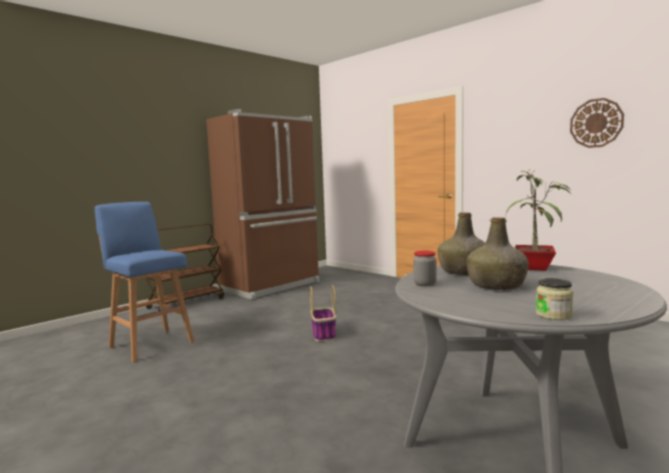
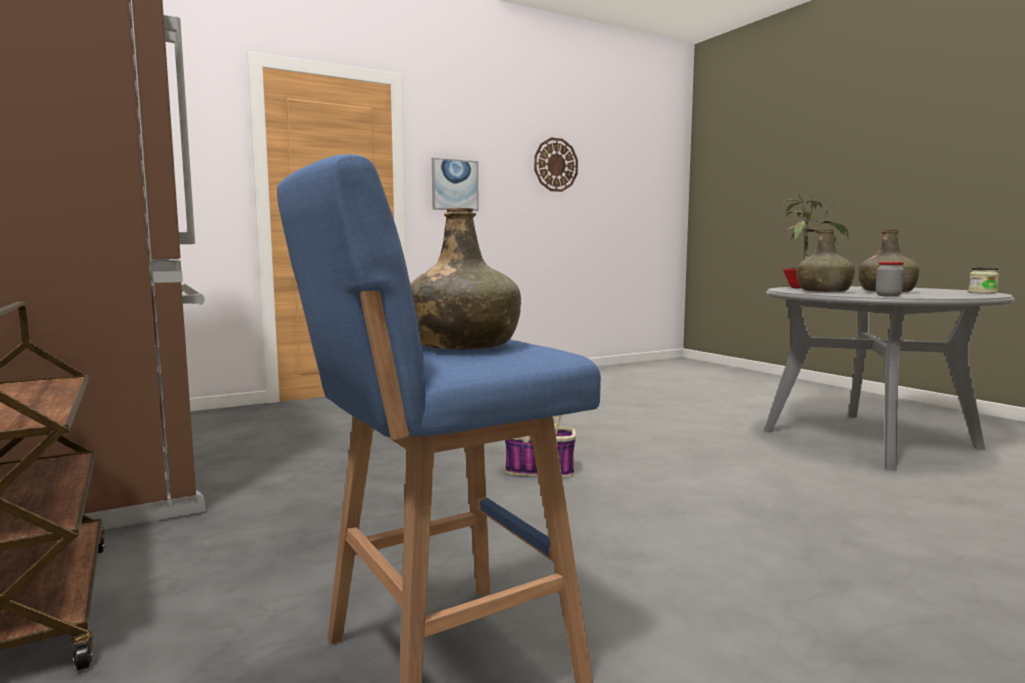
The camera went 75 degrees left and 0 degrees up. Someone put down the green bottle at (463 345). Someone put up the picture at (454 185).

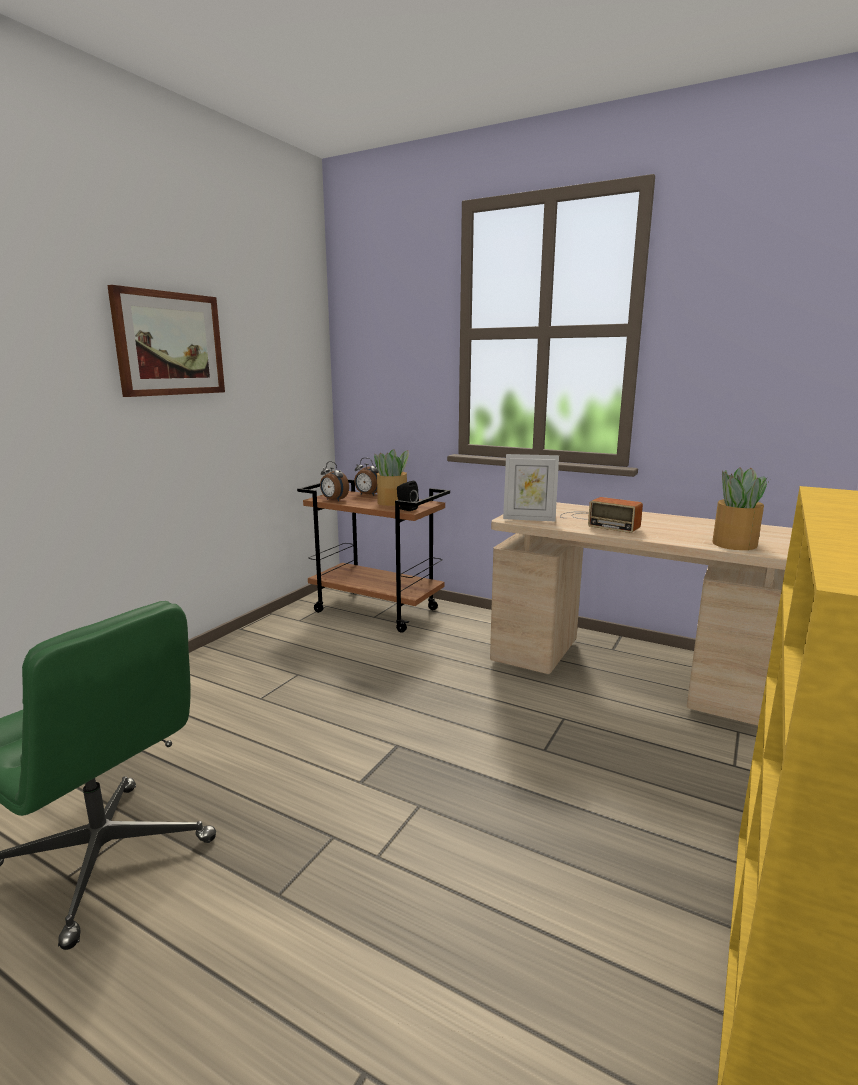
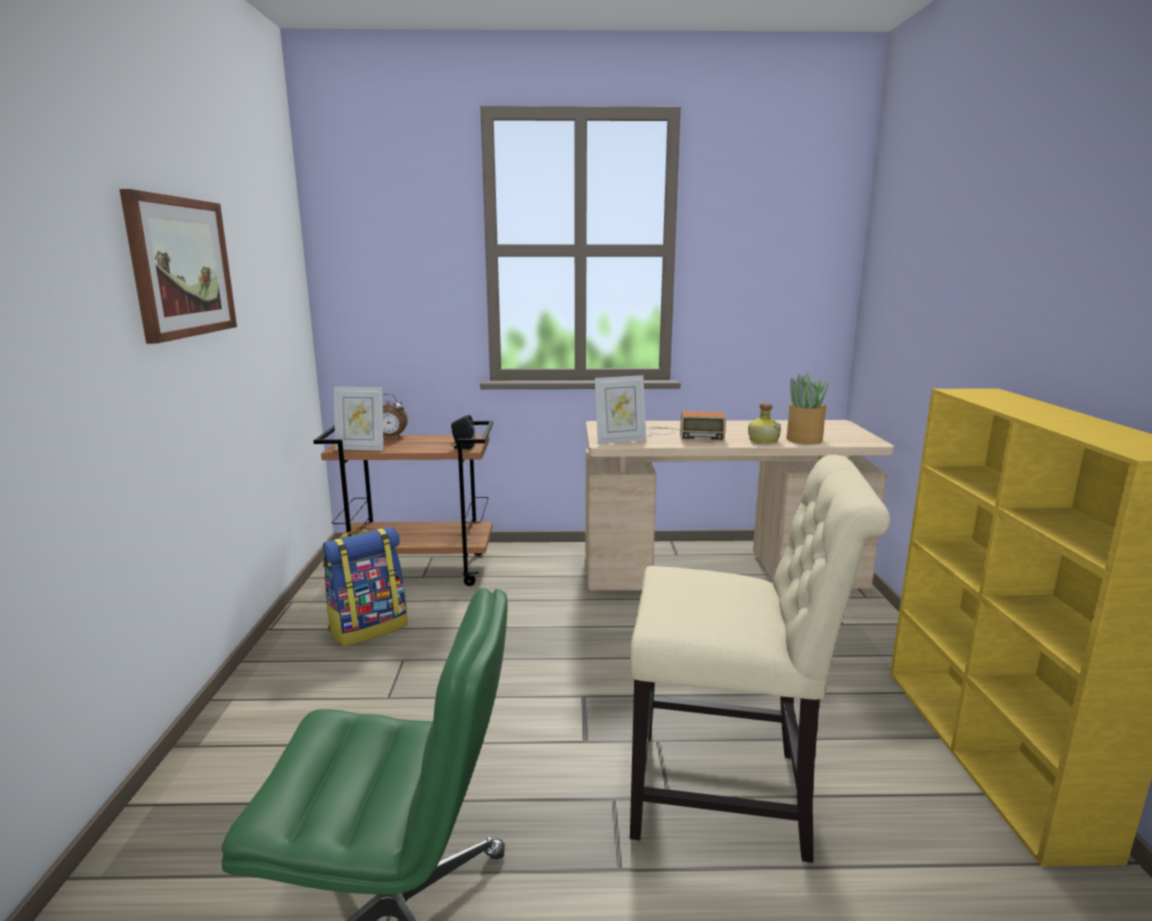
The camera went 30 degrees left and 0 degrees up. Someone put down the backpack at (368 627). Someone swapped the alarm clock at (333 500) for the picture frame at (361 448). Someone put down the beige chair at (730 795). Someone put down the bottle at (762 440). Someone took away the potted plant at (393 502).

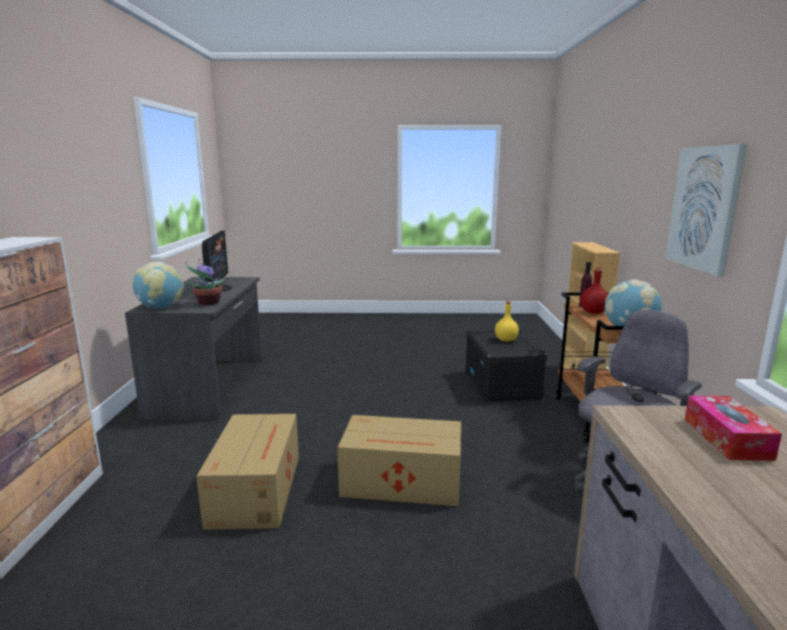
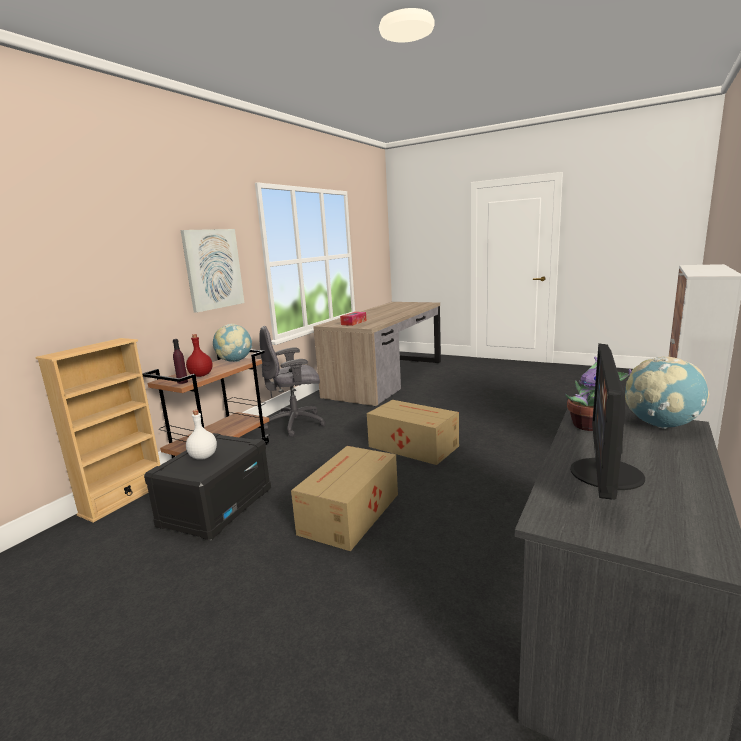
The camera went 150 degrees left and 0 degrees up. Someone repainted the yellow bottle at (506 340), which became the white bottle at (203 457). Someone carried the cardboard box from (257 488) to (348 514).

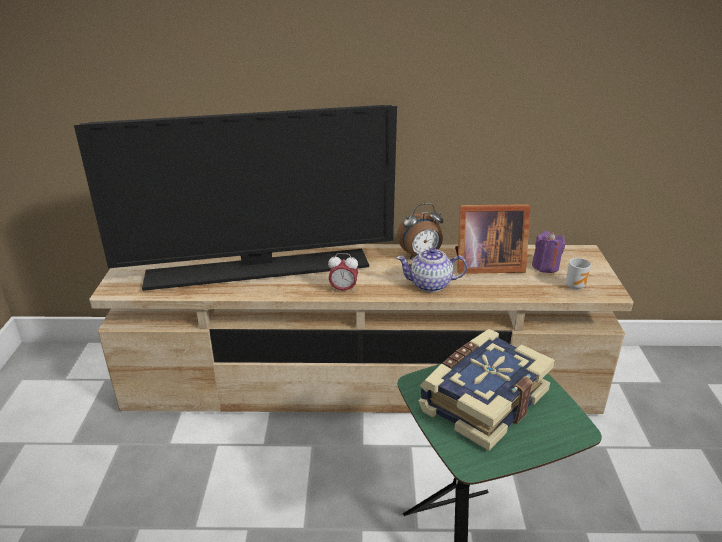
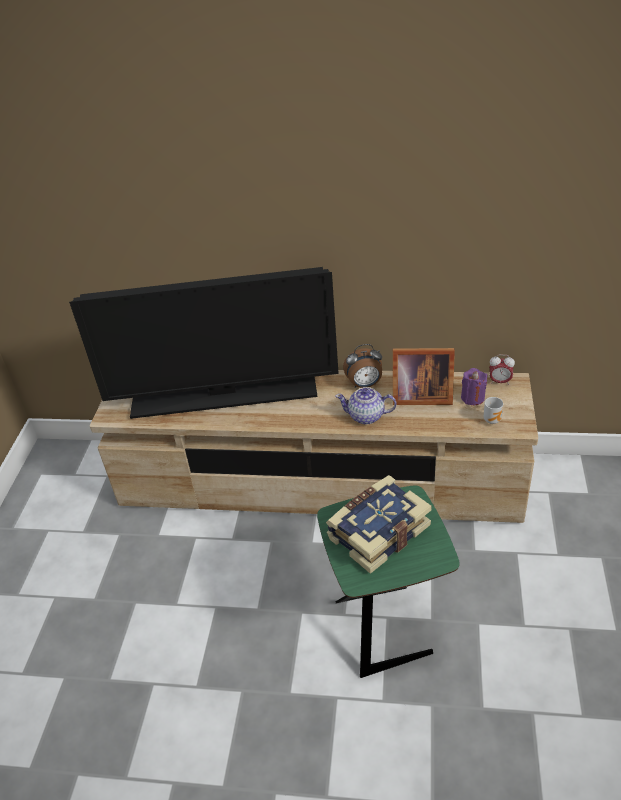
The camera went 10 degrees right and 10 degrees up. Someone carried the alarm clock from (343 290) to (499 382).

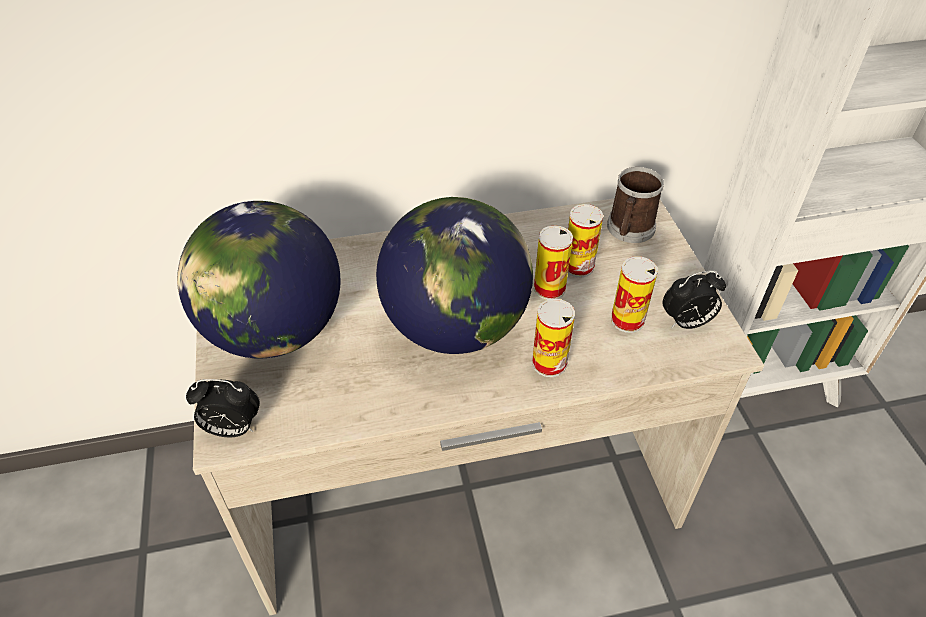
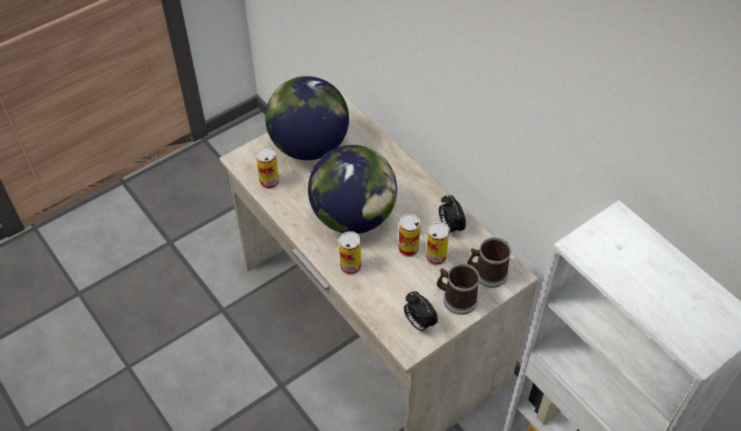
The camera went 65 degrees right and 5 degrees up. Someone carried the can from (627 320) to (269 181). Someone put down the mug at (456 298). Someone carried the alarm clock from (232 429) to (450 227).

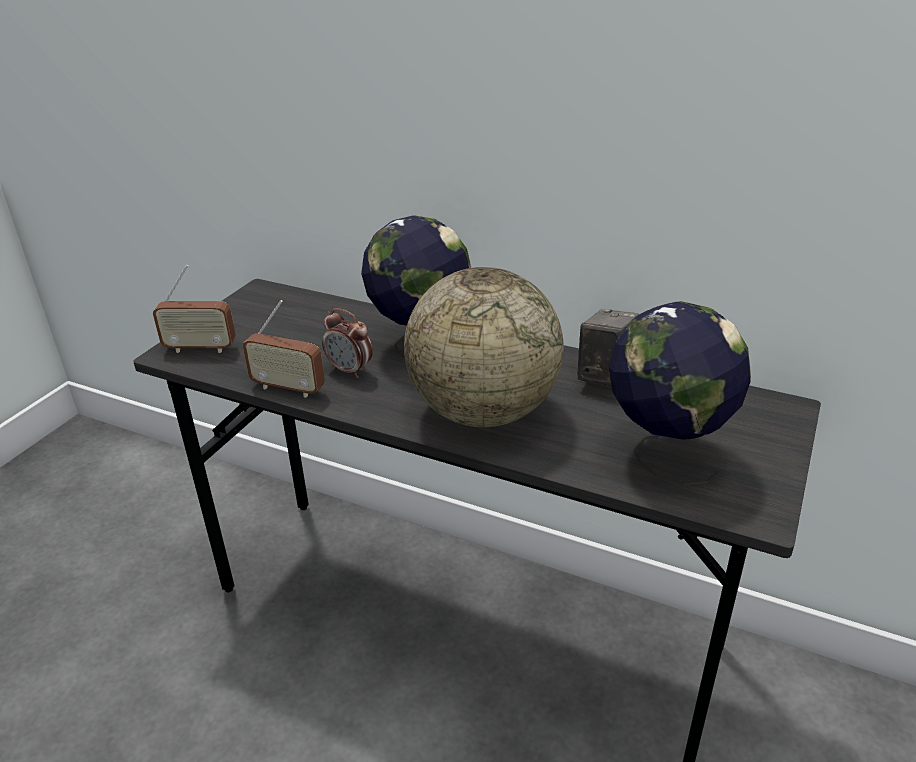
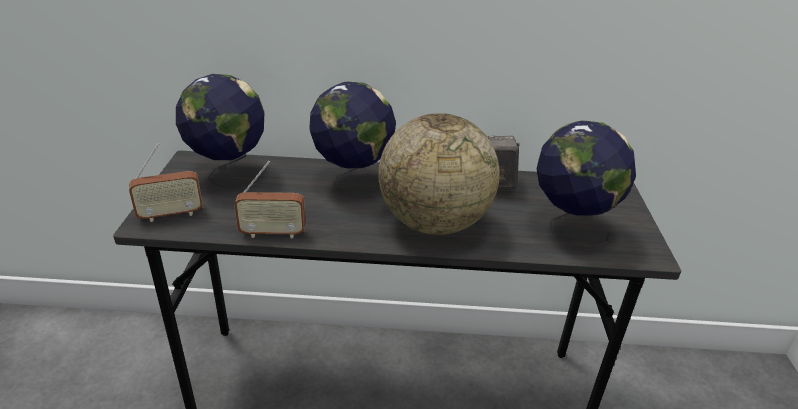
The camera went 25 degrees left and 0 degrees up. Someone put down the globe at (228 174). Someone took away the alarm clock at (350 370).

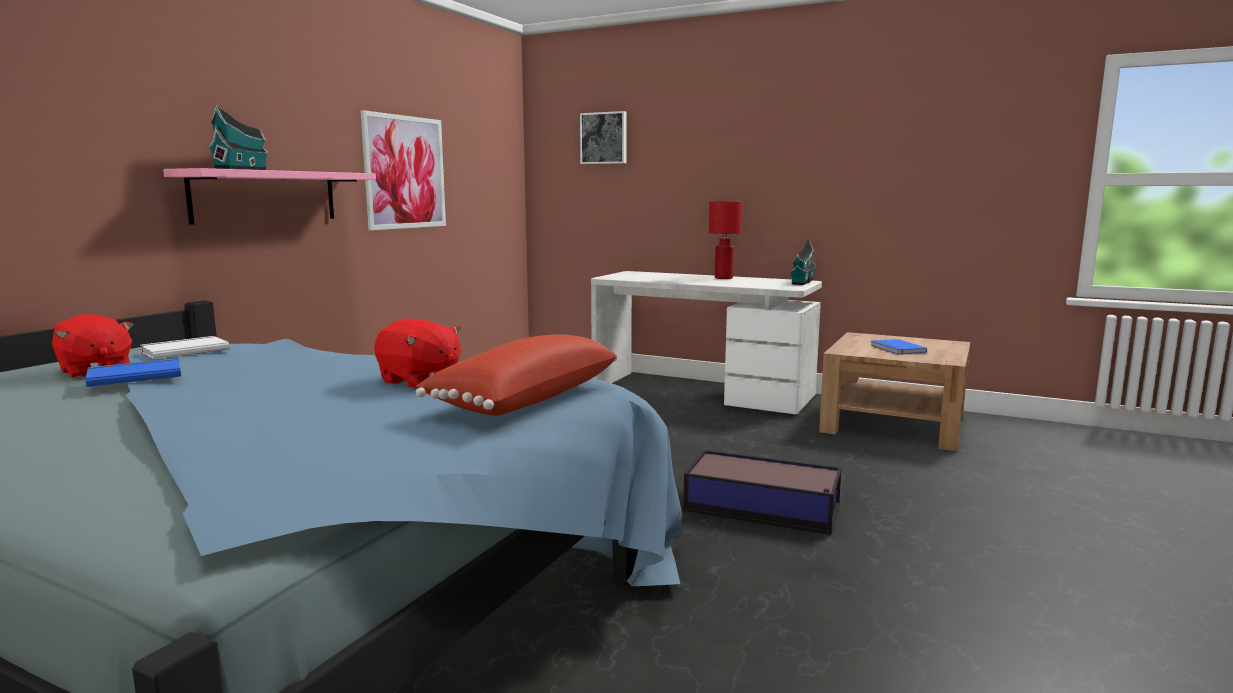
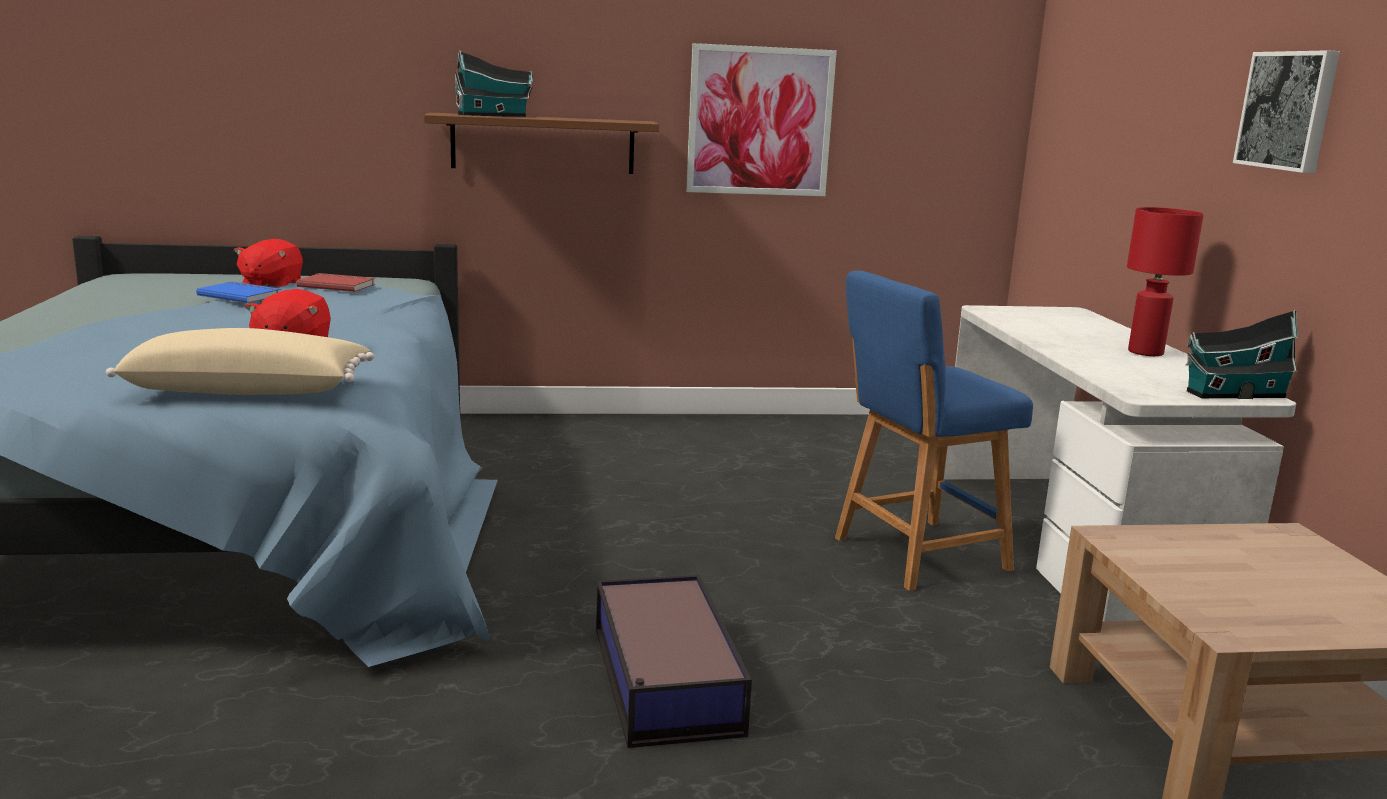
The camera went 55 degrees right and 5 degrees up. Someone repainted the red pillow at (524 399), which became the beige pillow at (249 390). Someone repainted the white book at (184 350), which became the red book at (337 285). Someone repainted the pink shelf at (265 196), which became the brown shelf at (543 144). Someone put down the blue stool at (914 555). Someone carried the picture from (604 138) to (1289 110). Someone took away the blue book at (896 349).

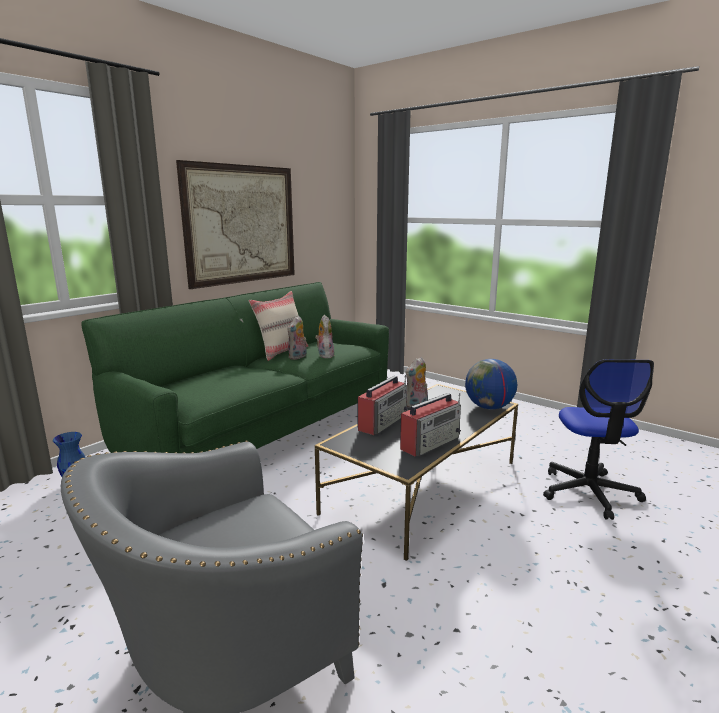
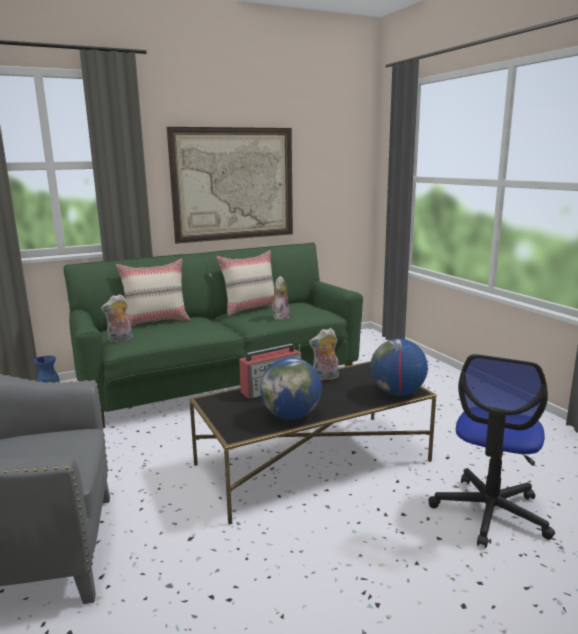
The camera went 25 degrees right and 0 degrees up. Someone carried the plush toy from (298 357) to (120 340). Someone put down the beige pillow at (156 321). Someone swapped the radio at (430 443) for the globe at (291 416).

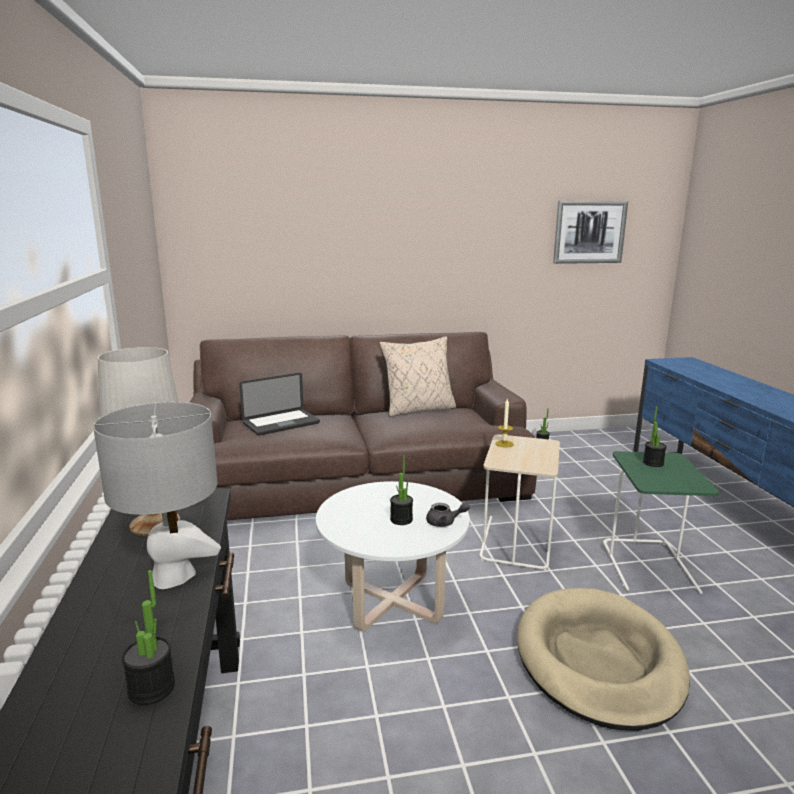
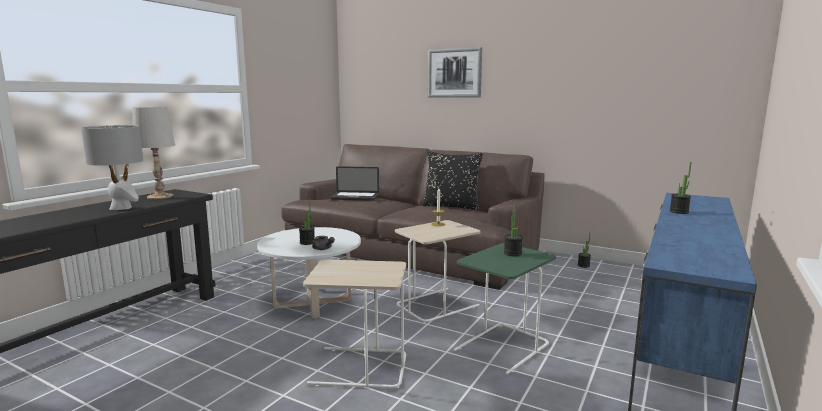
The camera went 40 degrees right and 5 degrees down. Someone swapped the beige dog bed at (598 660) for the beige side table at (358 368). Someone repainted the beige pillow at (418 410), which became the black pillow at (451 206). Someone carried the picture from (589 232) to (454 73). Someone carried the potted plant from (151 688) to (679 212).

